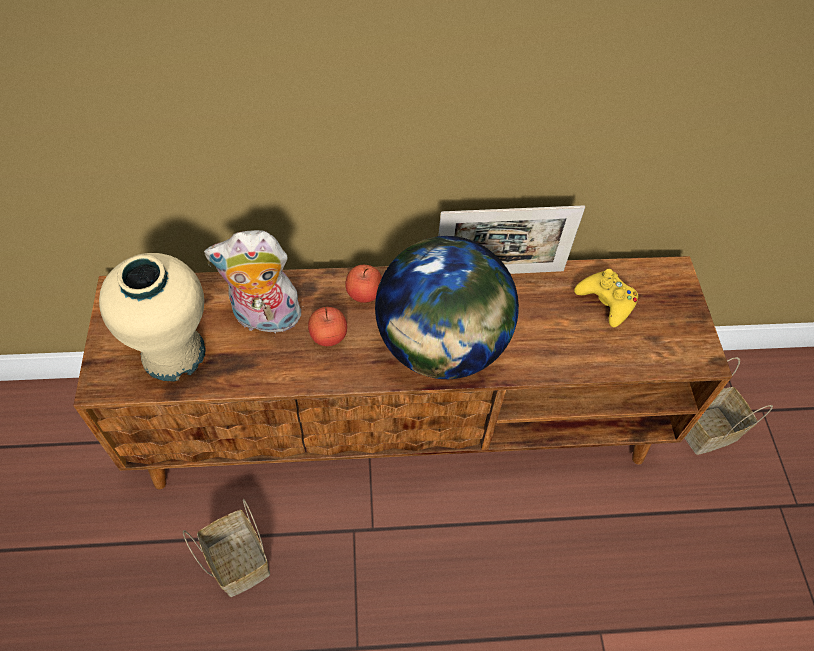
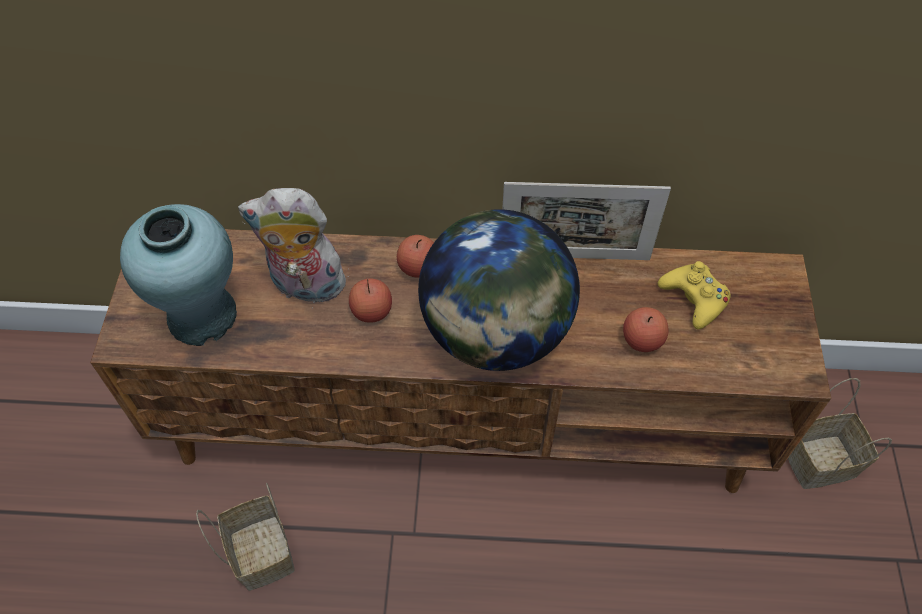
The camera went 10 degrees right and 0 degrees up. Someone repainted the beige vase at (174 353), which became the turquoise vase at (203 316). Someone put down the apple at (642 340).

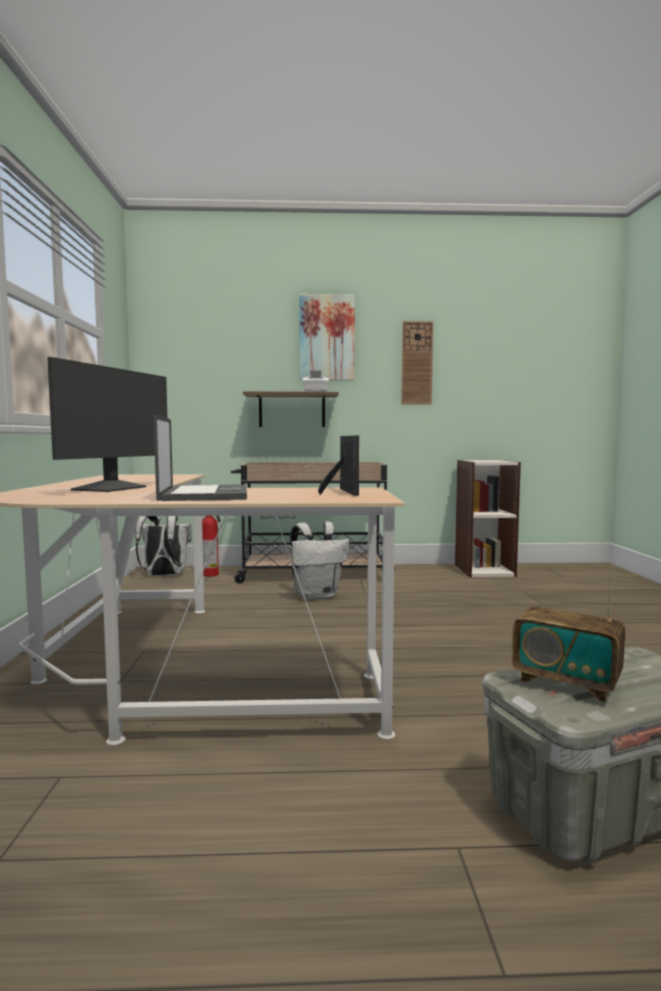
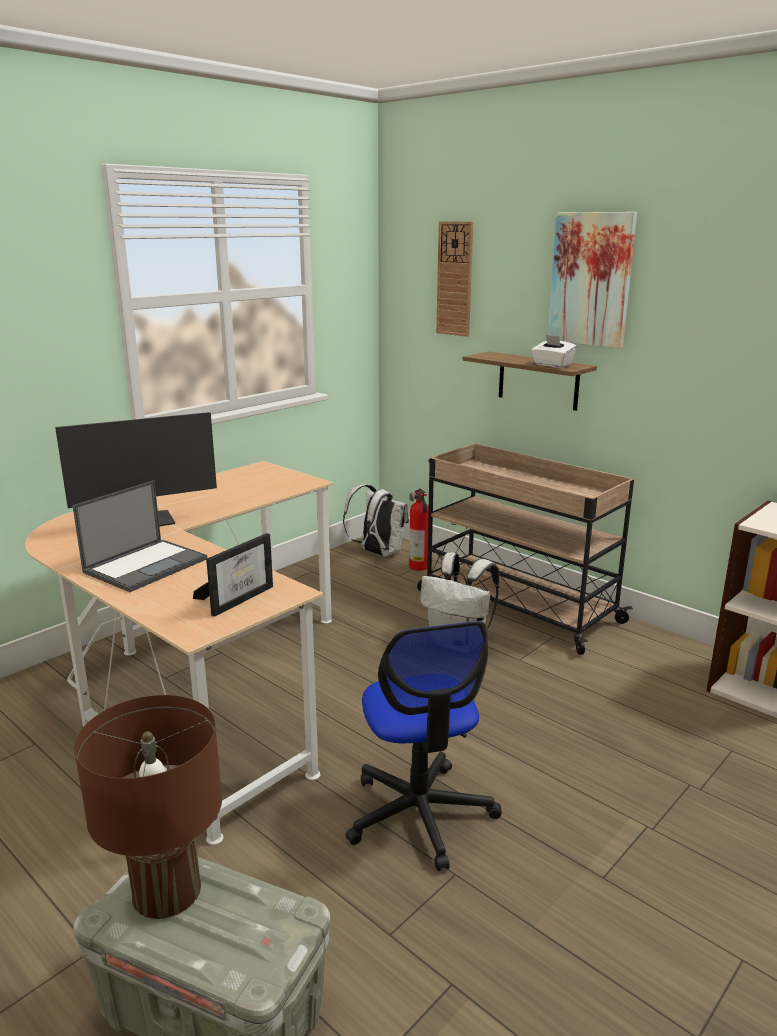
The camera went 45 degrees right and 15 degrees up. Someone swapped the radio at (566 683) for the brown table lamp at (167 891). Someone put down the office chair at (420 814). Someone carried the wall clock from (417 363) to (455 279).

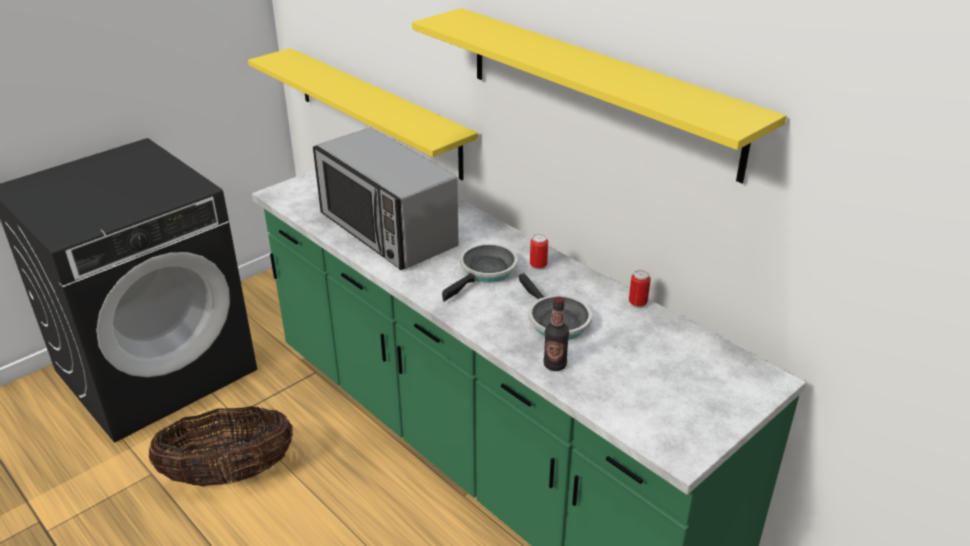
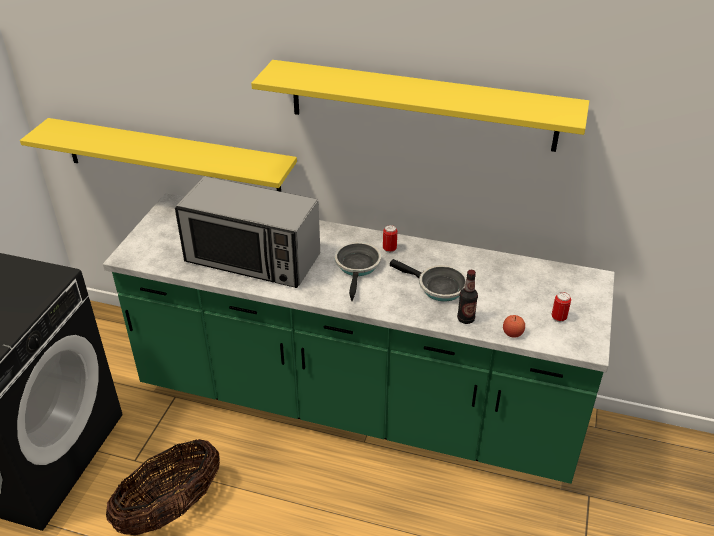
The camera went 30 degrees left and 5 degrees up. Someone put down the apple at (512 333). Someone carried the can from (637 303) to (558 318).

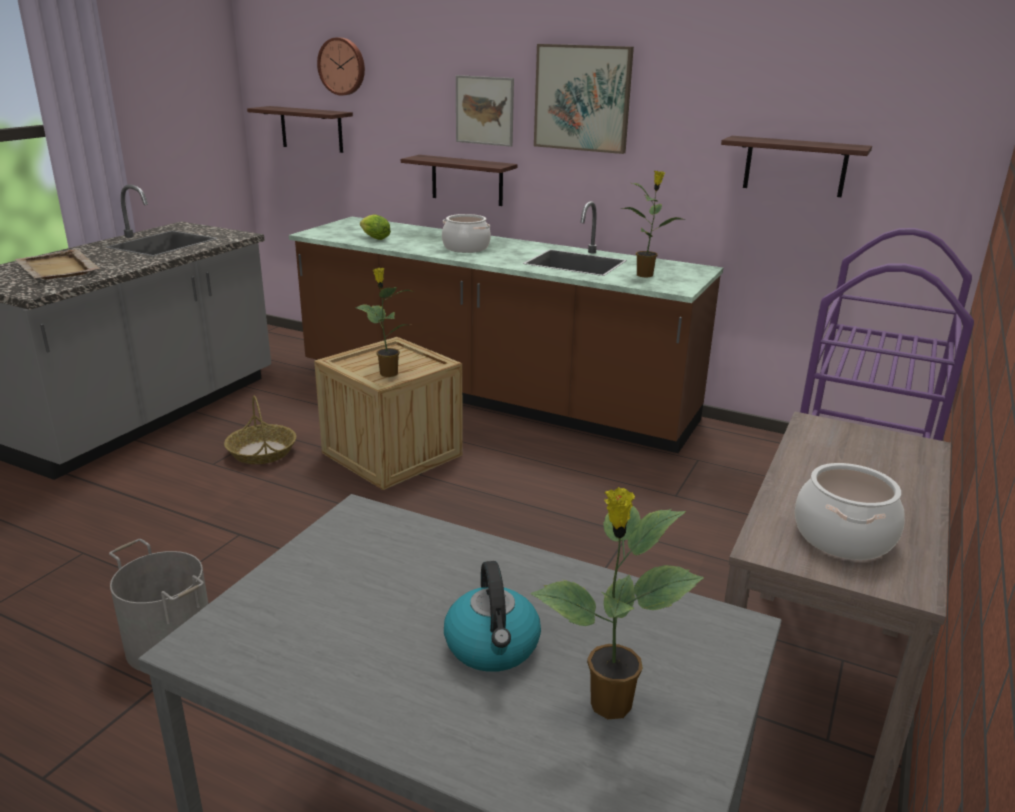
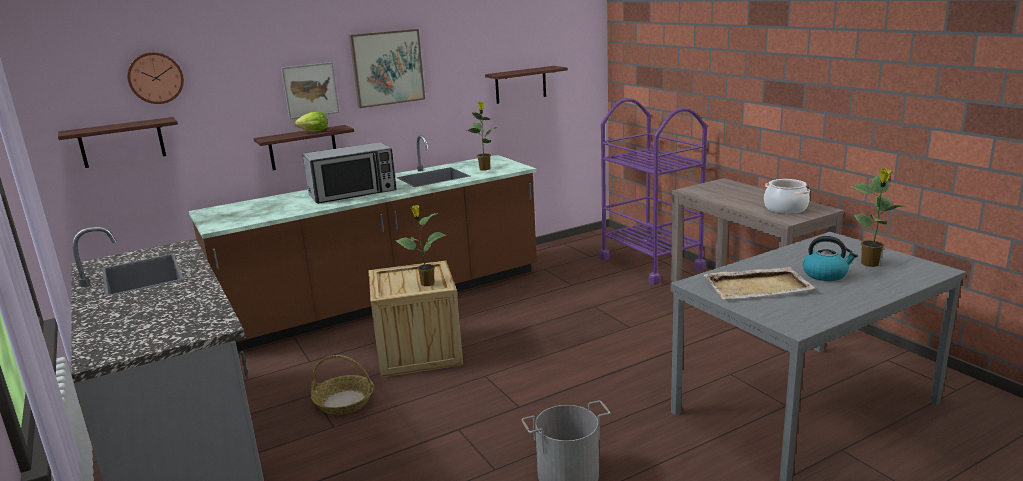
The camera went 55 degrees left and 5 degrees down. Someone carried the lettuce from (373 238) to (312 132). Someone swapped the cooking pot at (466 248) for the microwave at (353 193). Someone carried the beige tray from (57 268) to (758 286).

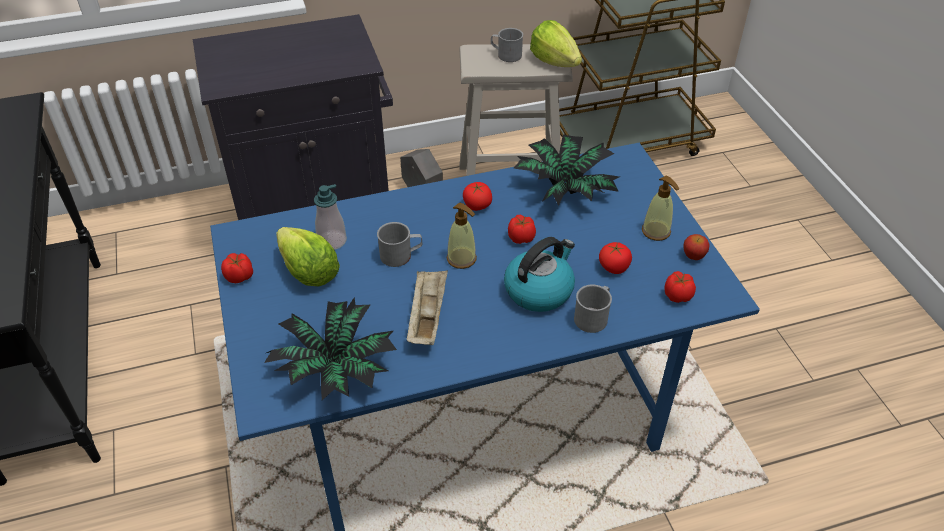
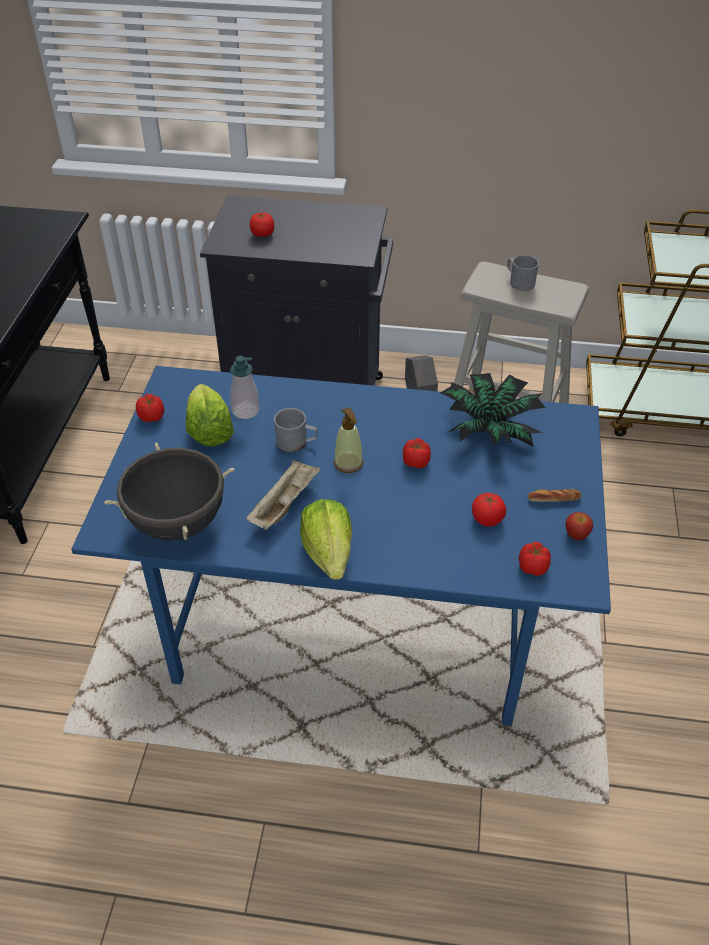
The camera went 25 degrees right and 0 degrees up. Someone swapped the potted plant at (334 370) for the black cooking pot at (178 523). Someone carried the tomato from (477 205) to (262 234). Someone carried the lettuce from (554 61) to (328 553). Someone swapped the soap dispenser at (656 231) for the bread at (554 498). Someone took away the kettle at (539 290). Someone took away the grey mug at (593 316).

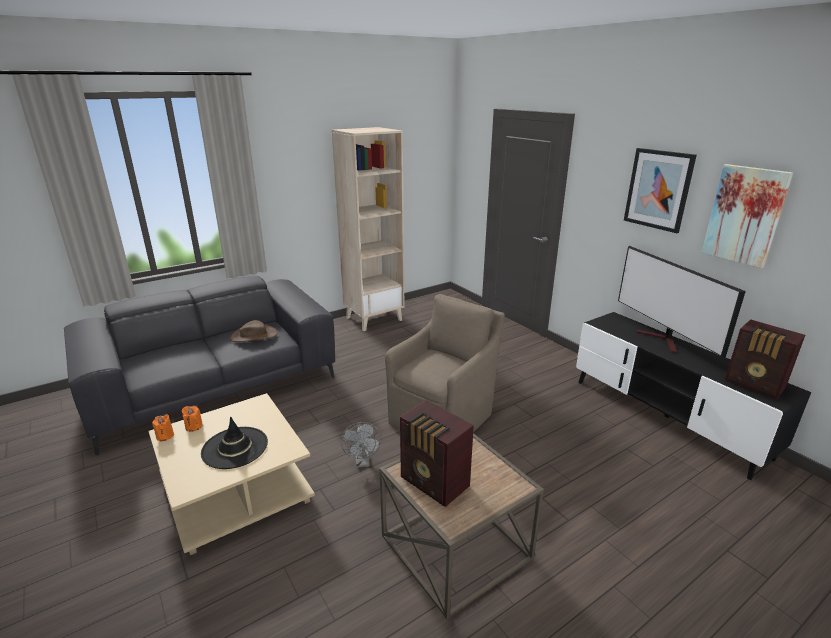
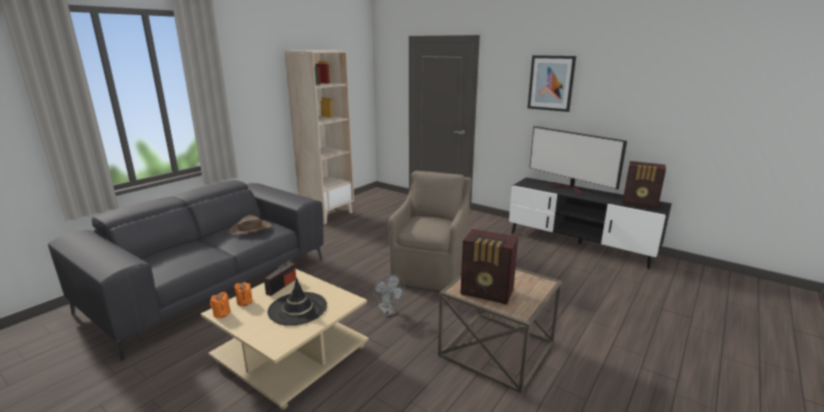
The camera went 20 degrees left and 5 degrees down. Someone put down the radio at (281 286). Someone took away the picture at (745 215).

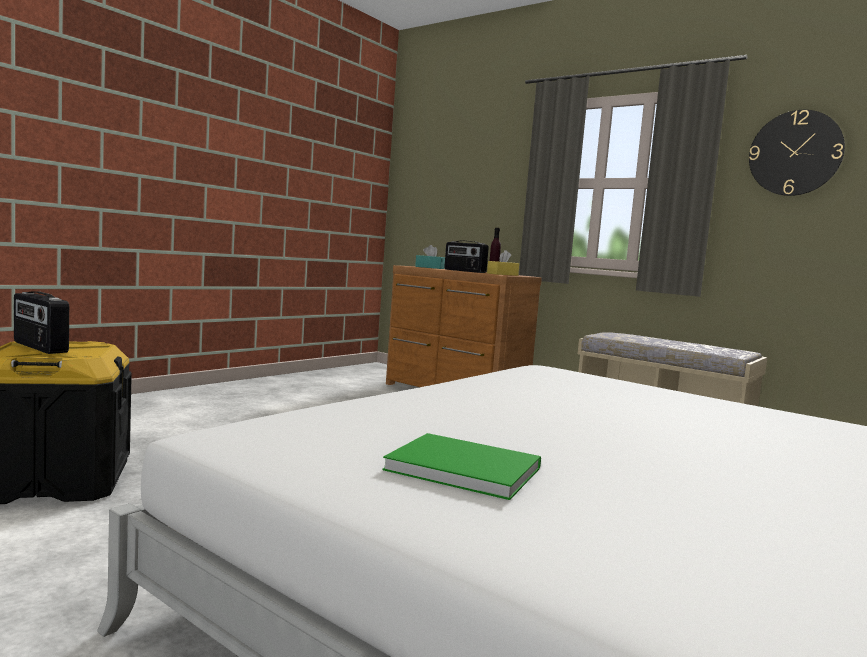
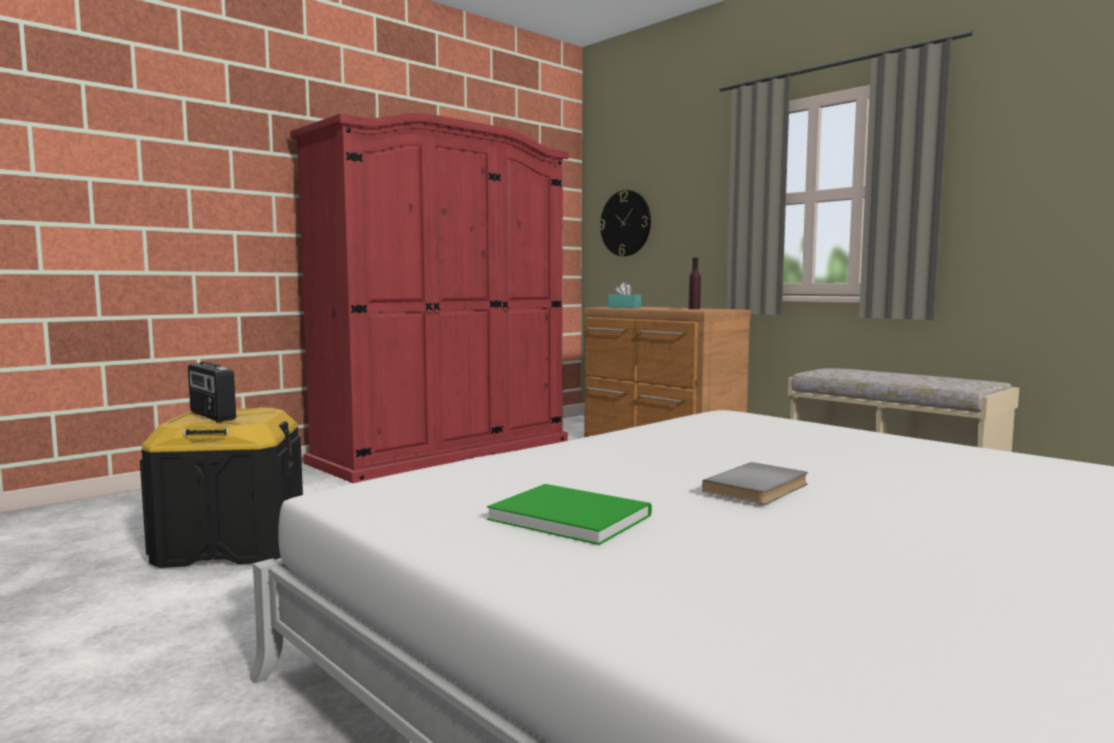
The camera went 10 degrees right and 0 degrees up. Someone put down the red wardrobe at (444 451). Someone carried the wall clock from (795 153) to (625 223). Someone put down the grey book at (760 488). Someone took away the radio at (464 271). Someone took away the yellow tissue box at (502 274).

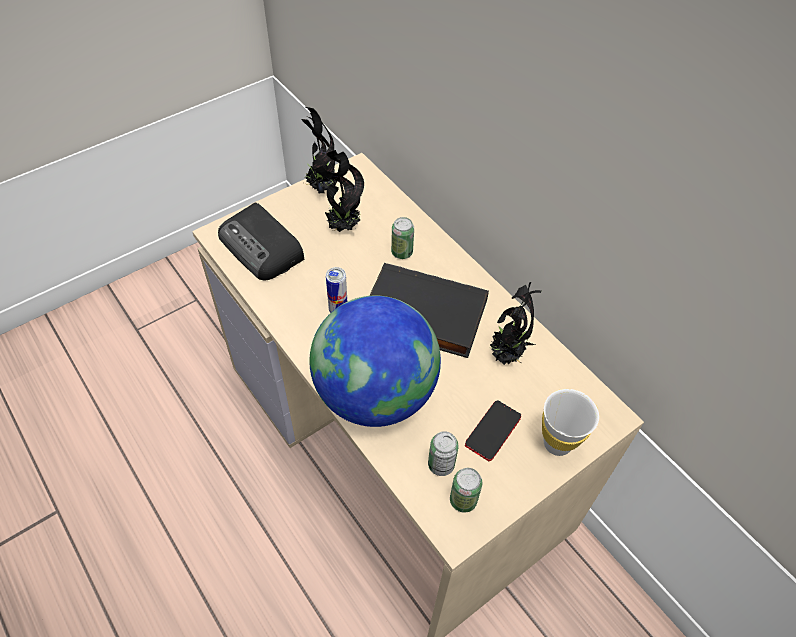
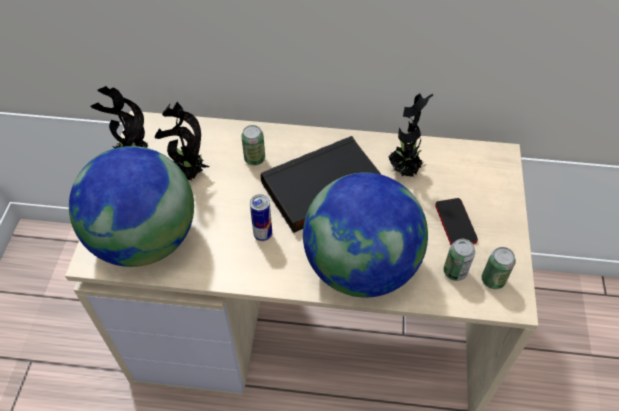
The camera went 45 degrees left and 0 degrees up. Someone swapped the radio at (262 248) for the globe at (145 239). Someone took away the white cup at (557 443).

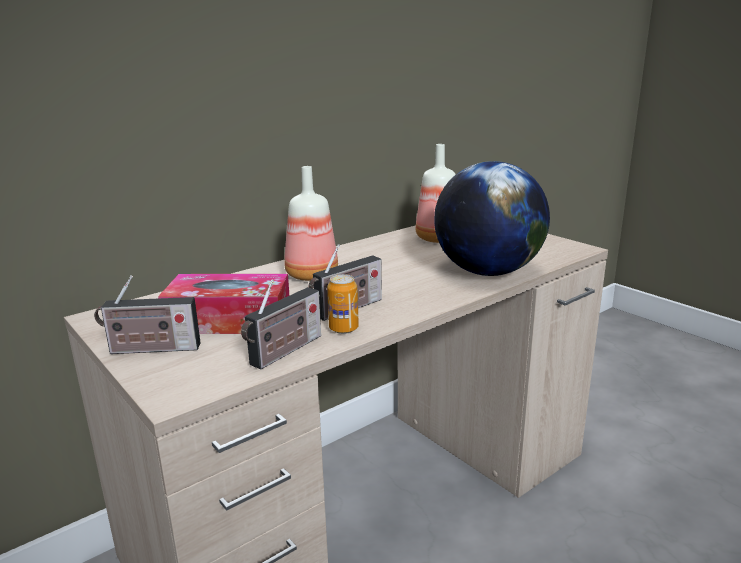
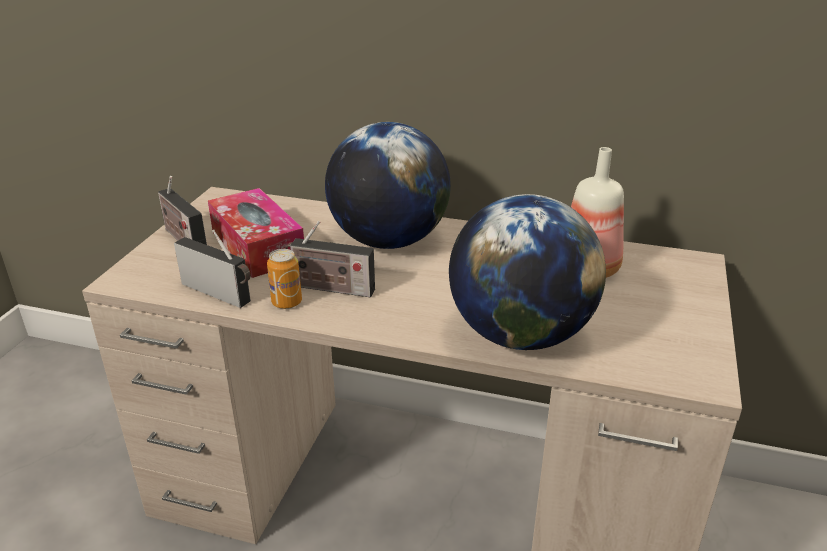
The camera went 55 degrees right and 10 degrees up. Someone rotated the radio at (284 352) by 150 degrees counterclockwise. Someone swapped the bottle at (310 275) for the globe at (389 241).

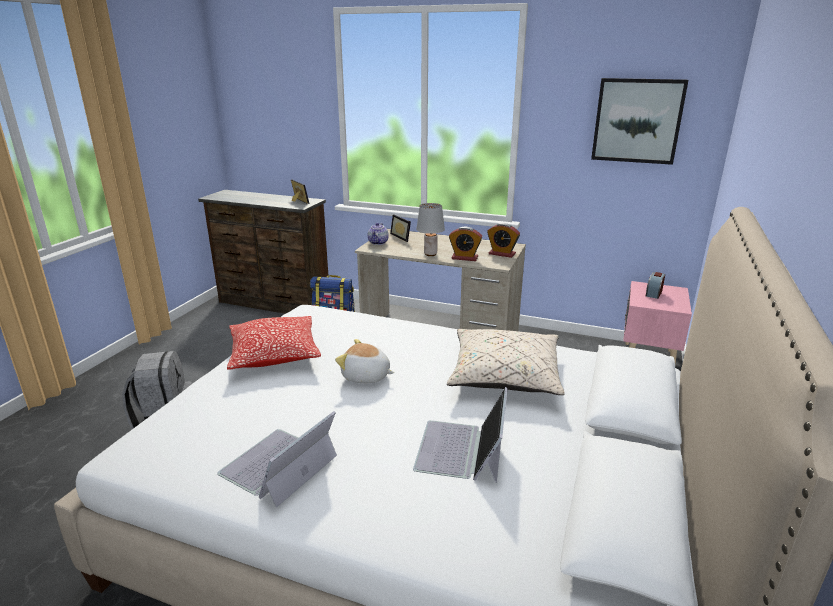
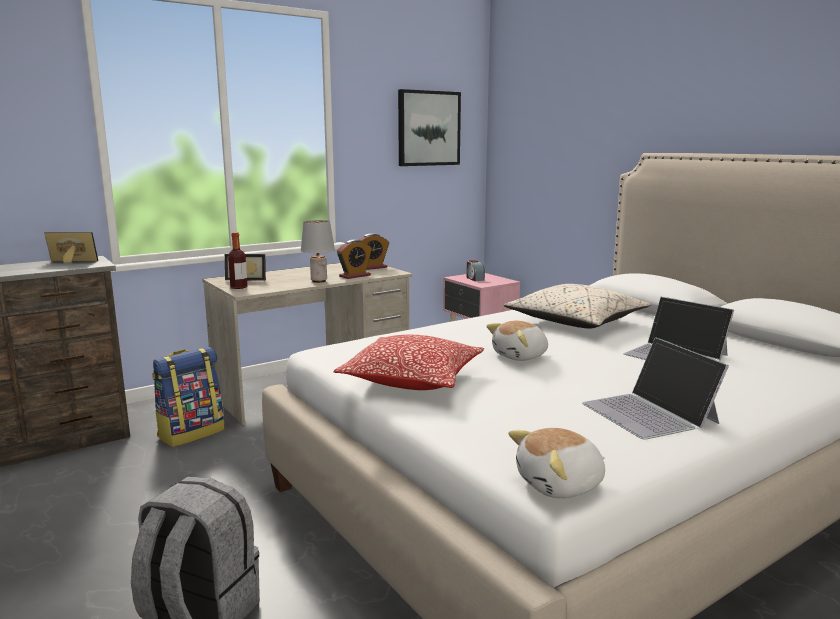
The camera went 55 degrees left and 10 degrees down. Someone swapped the teapot at (378 243) for the bottle at (239 287). Someone put down the plush toy at (560 485).

